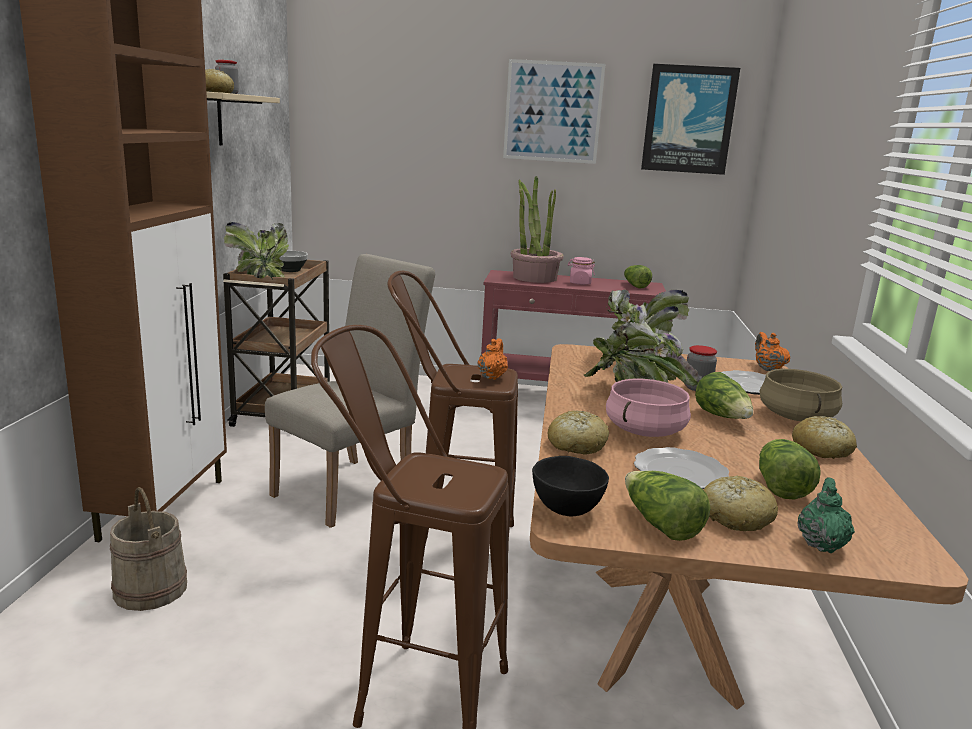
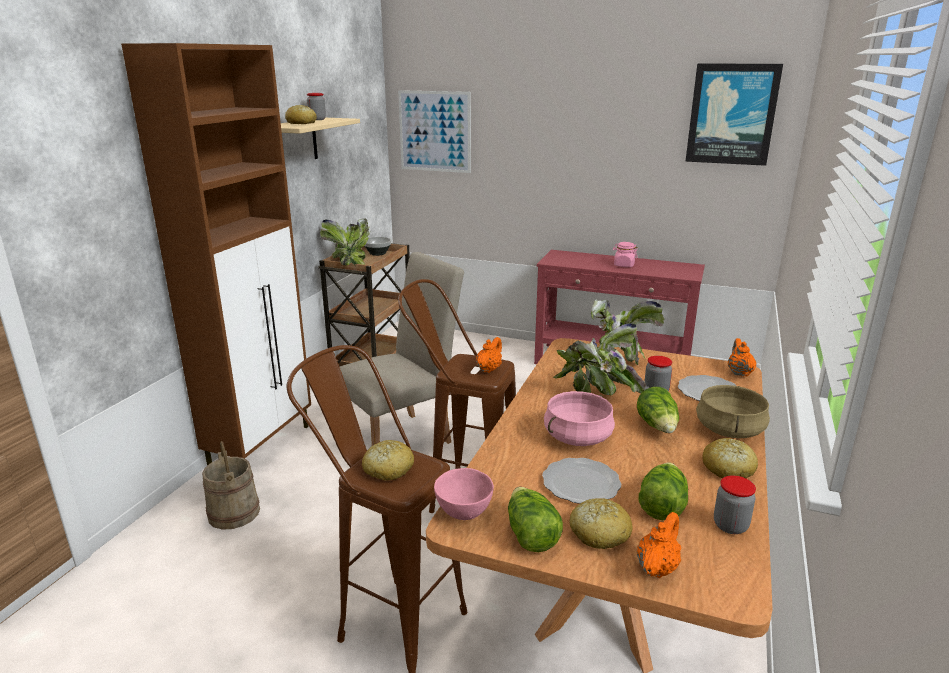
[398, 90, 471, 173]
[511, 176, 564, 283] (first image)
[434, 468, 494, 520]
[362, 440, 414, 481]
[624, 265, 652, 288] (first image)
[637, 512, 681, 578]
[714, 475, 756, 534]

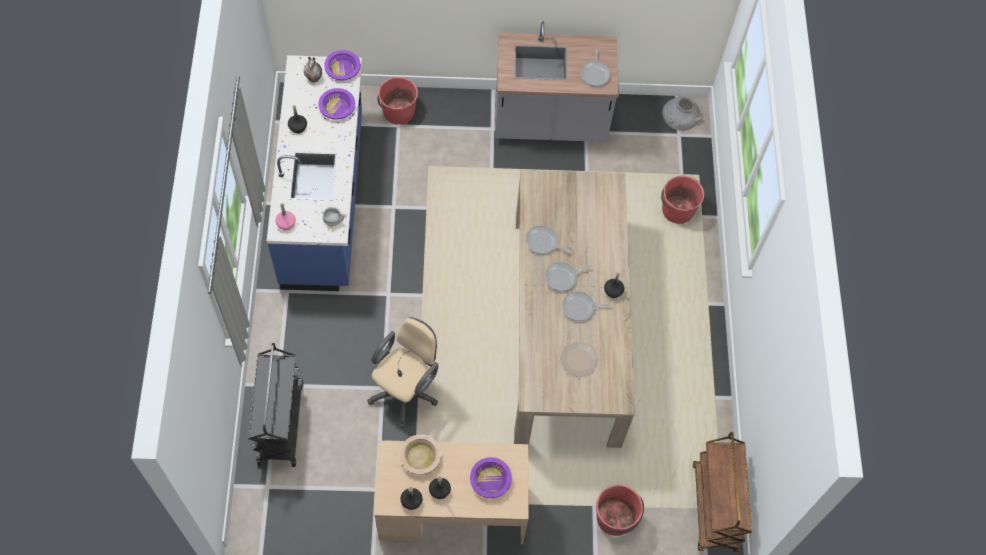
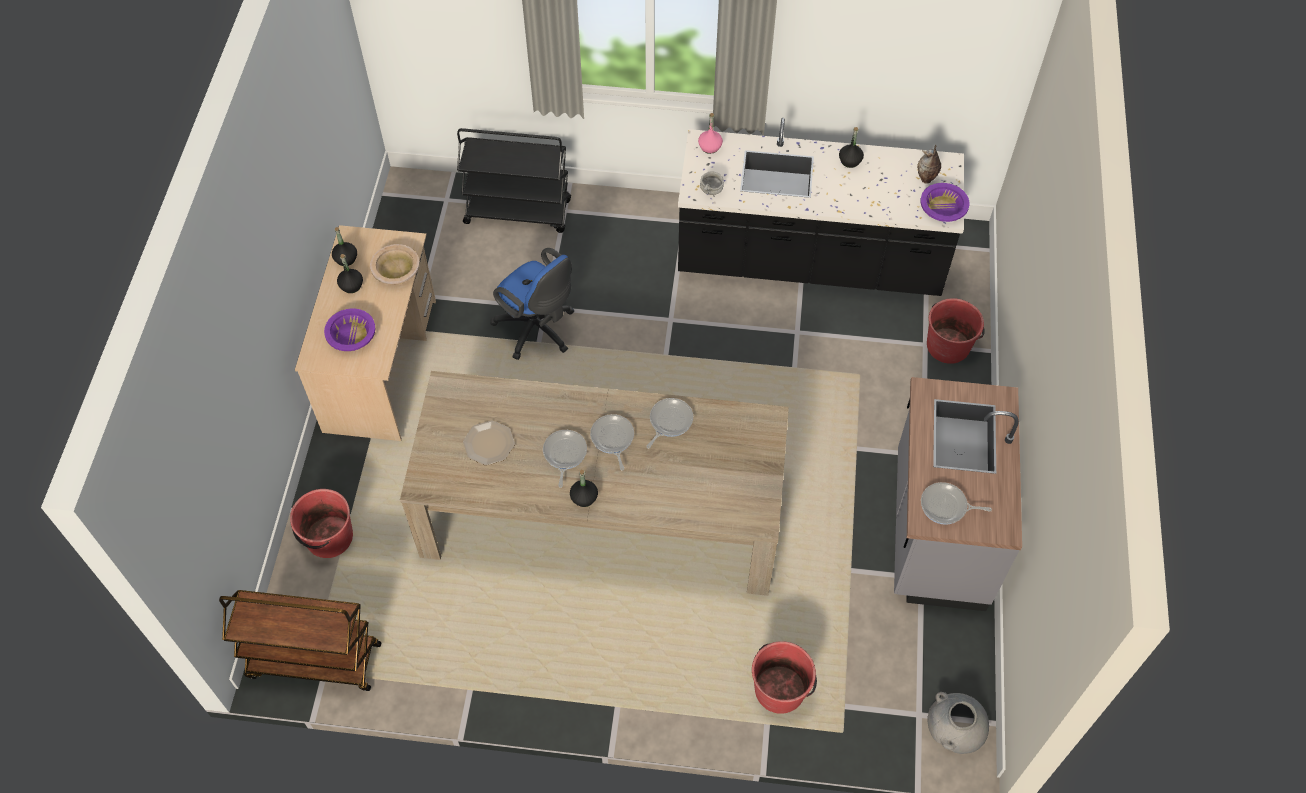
[678, 118, 964, 296]
[318, 88, 355, 120] (first image)
[490, 248, 574, 360]

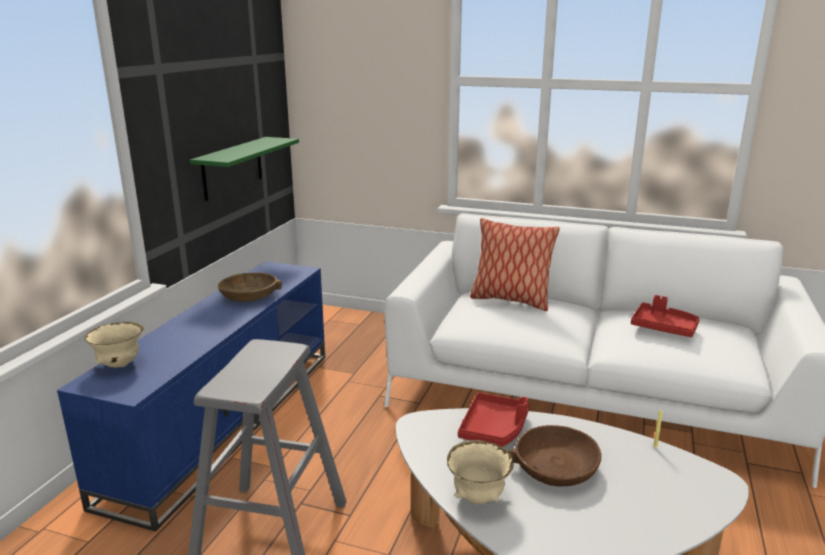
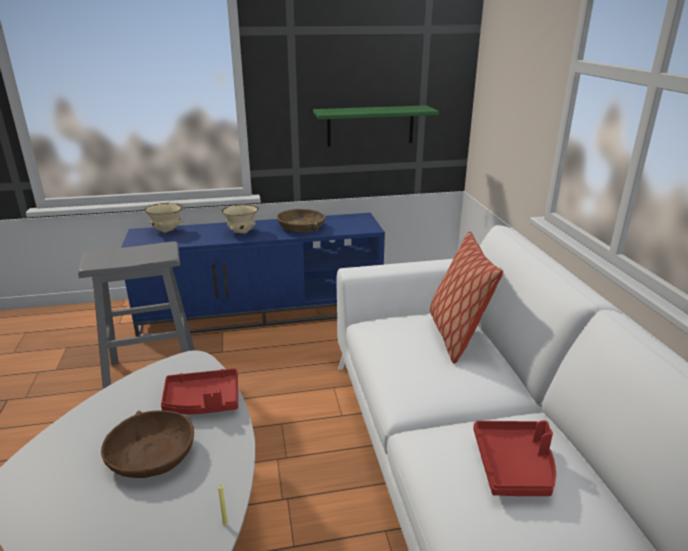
[222, 204, 259, 234]

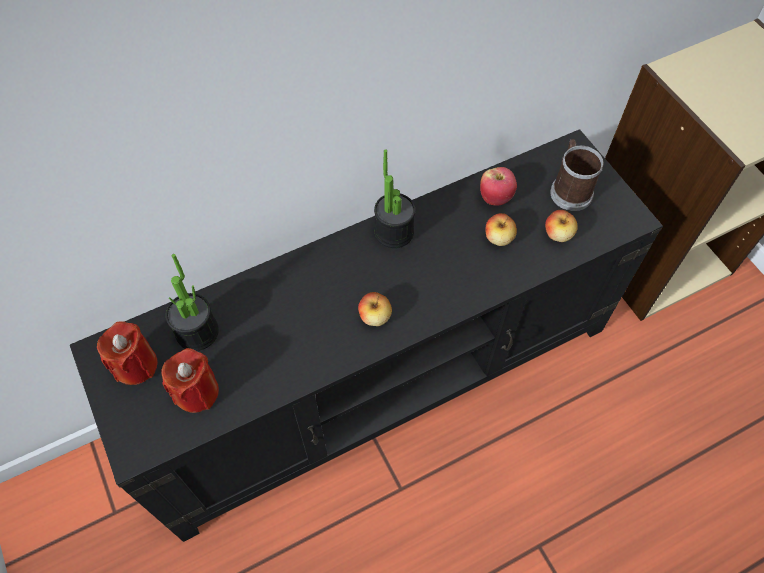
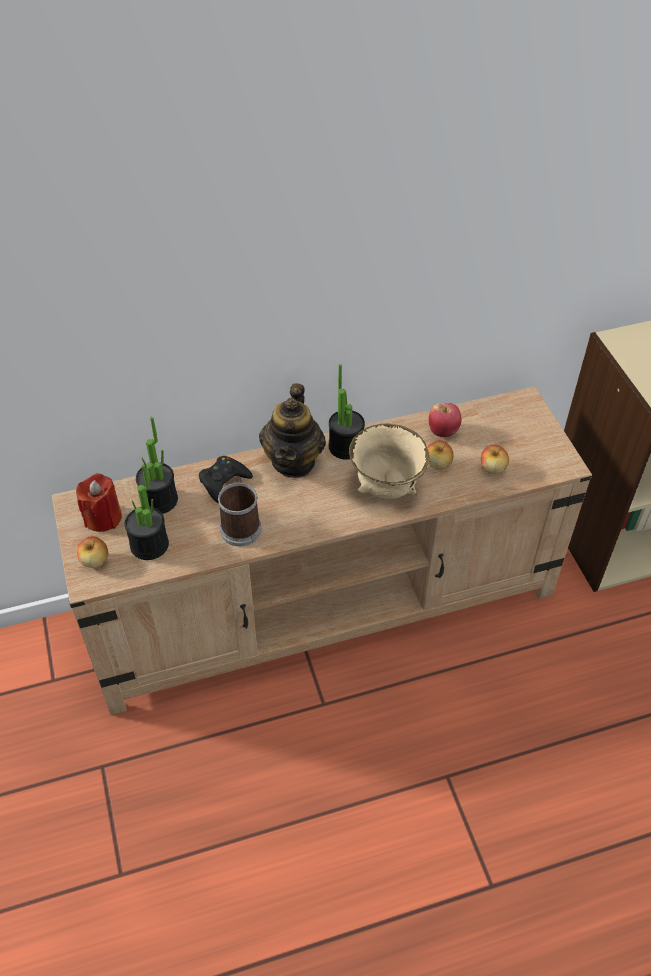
[52, 386, 592, 715]
[124, 464, 169, 560]
[77, 536, 108, 568]
[218, 476, 262, 546]
[199, 456, 253, 503]
[259, 383, 326, 478]
[349, 423, 429, 499]

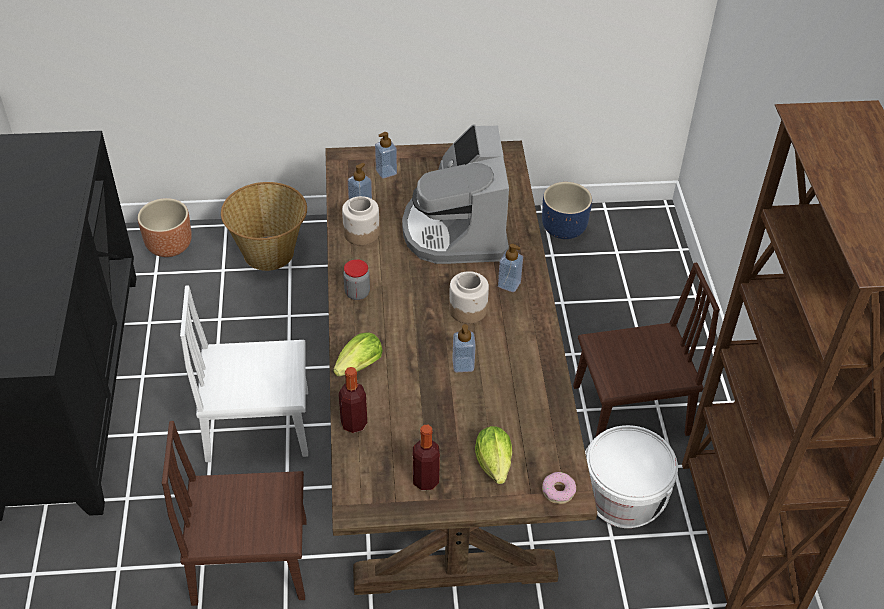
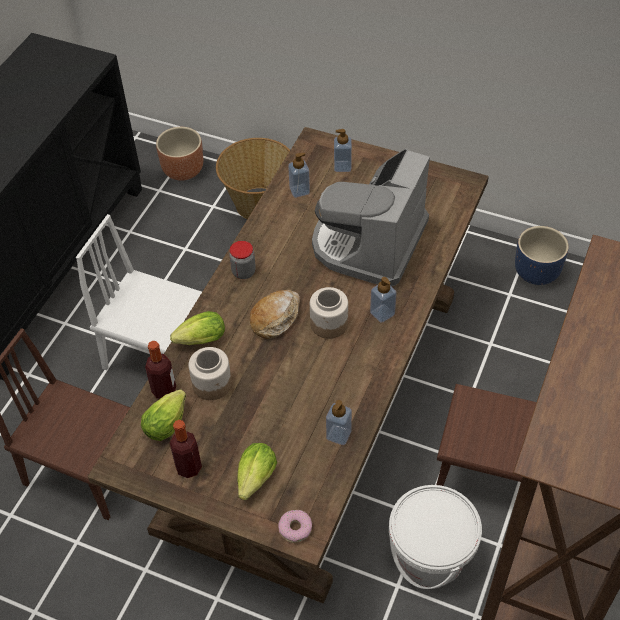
[188, 347, 232, 400]
[326, 400, 352, 445]
[141, 389, 186, 441]
[250, 290, 300, 339]

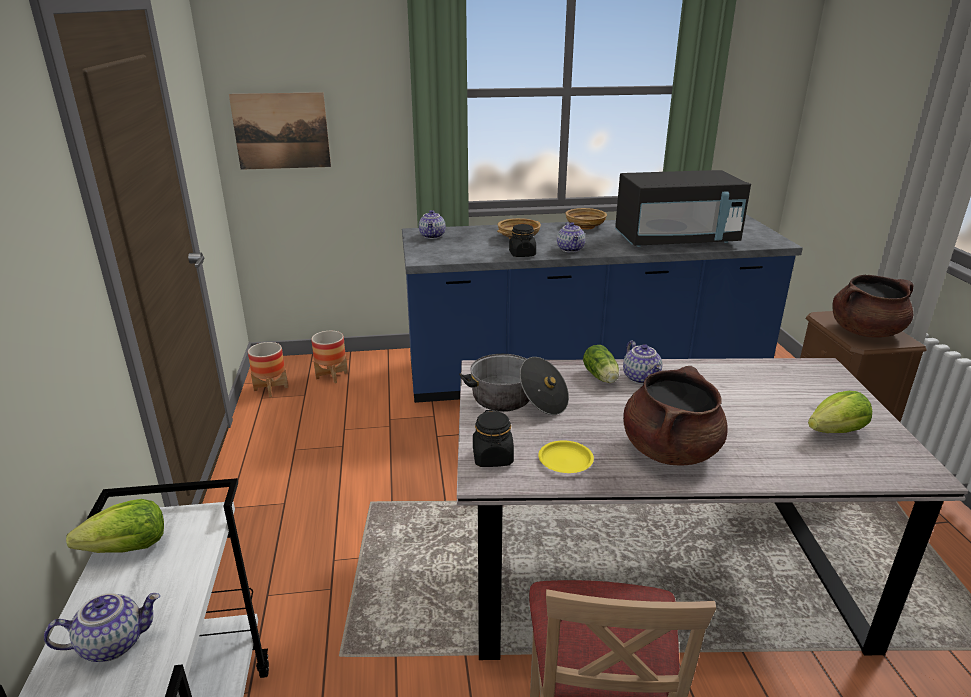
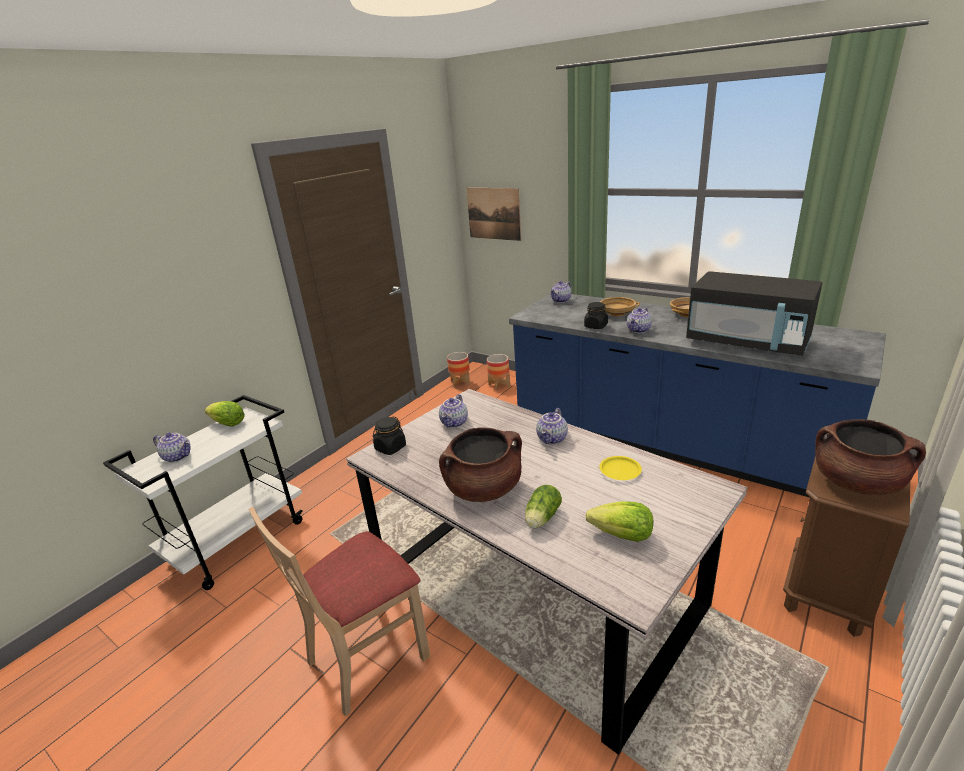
[439, 394, 468, 428]
[599, 456, 642, 480]
[525, 485, 562, 529]

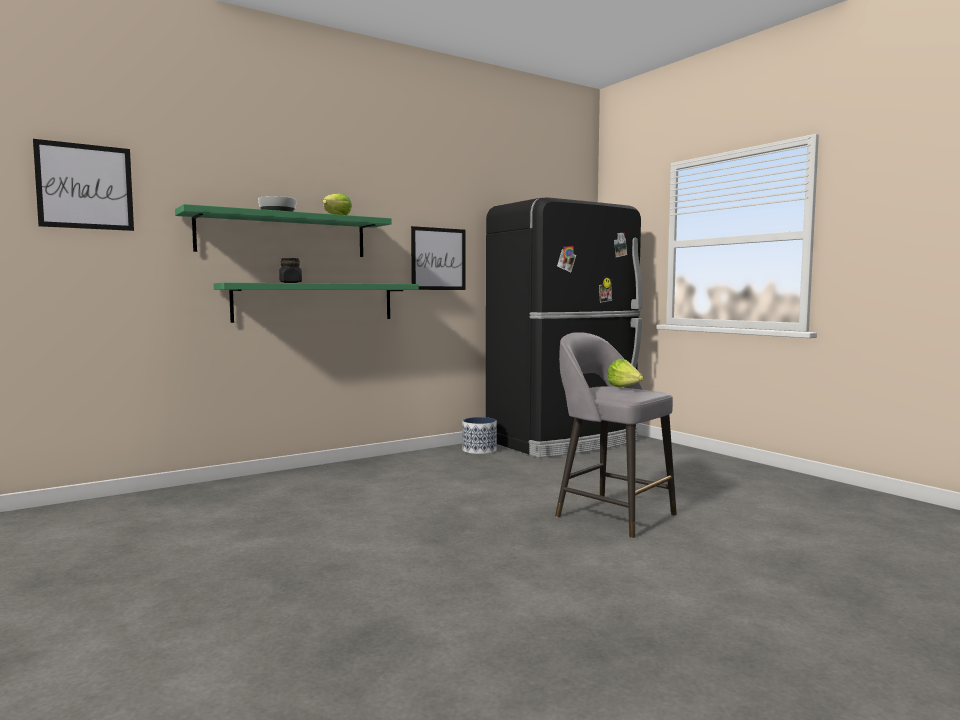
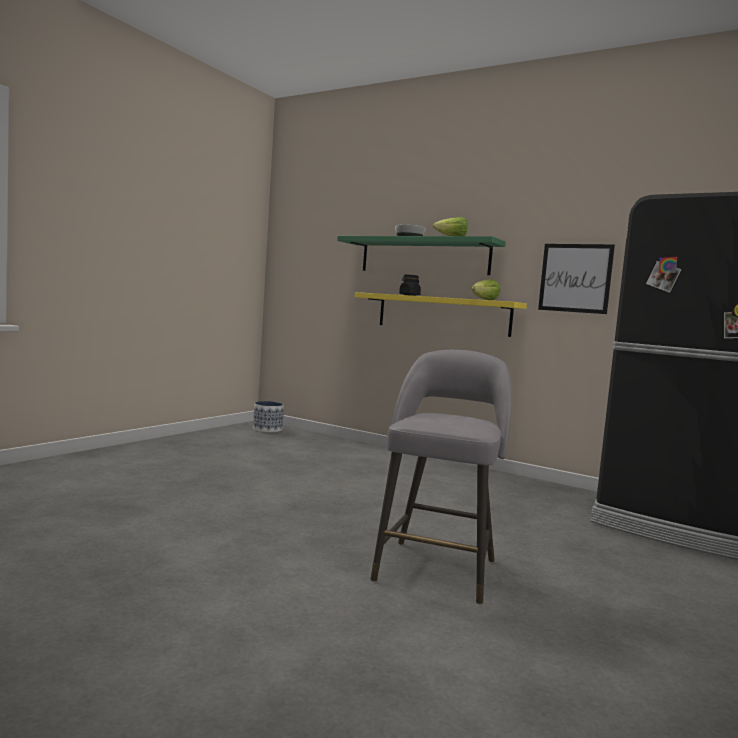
[33, 139, 134, 231] (first image)
[355, 292, 527, 337]
[253, 401, 284, 433]
[472, 279, 500, 300]

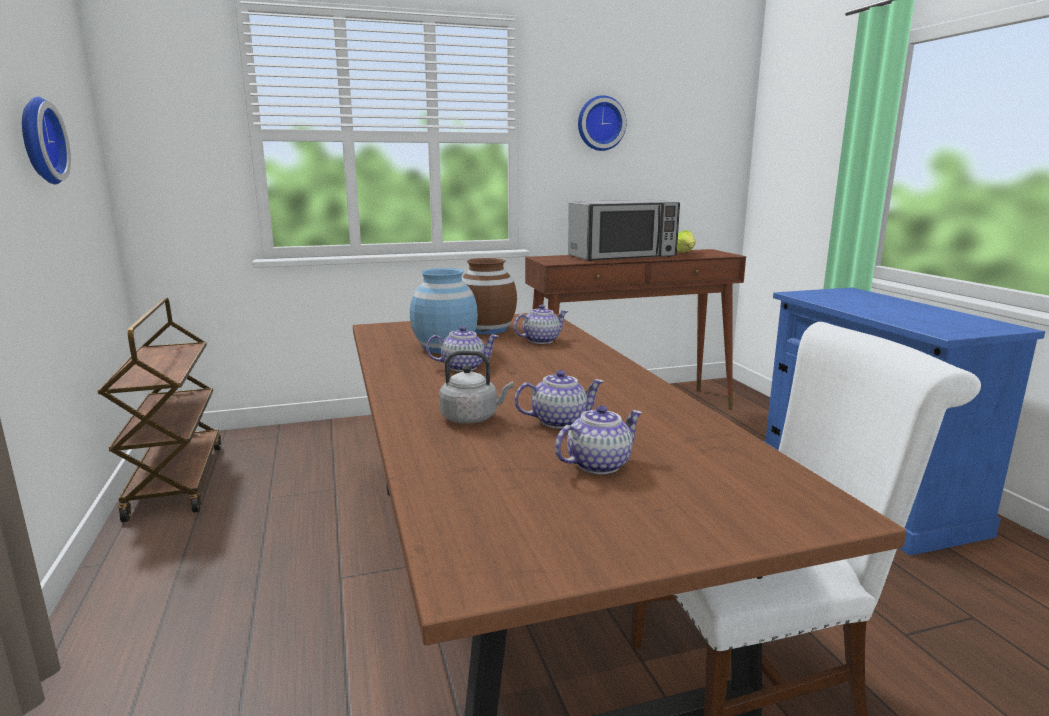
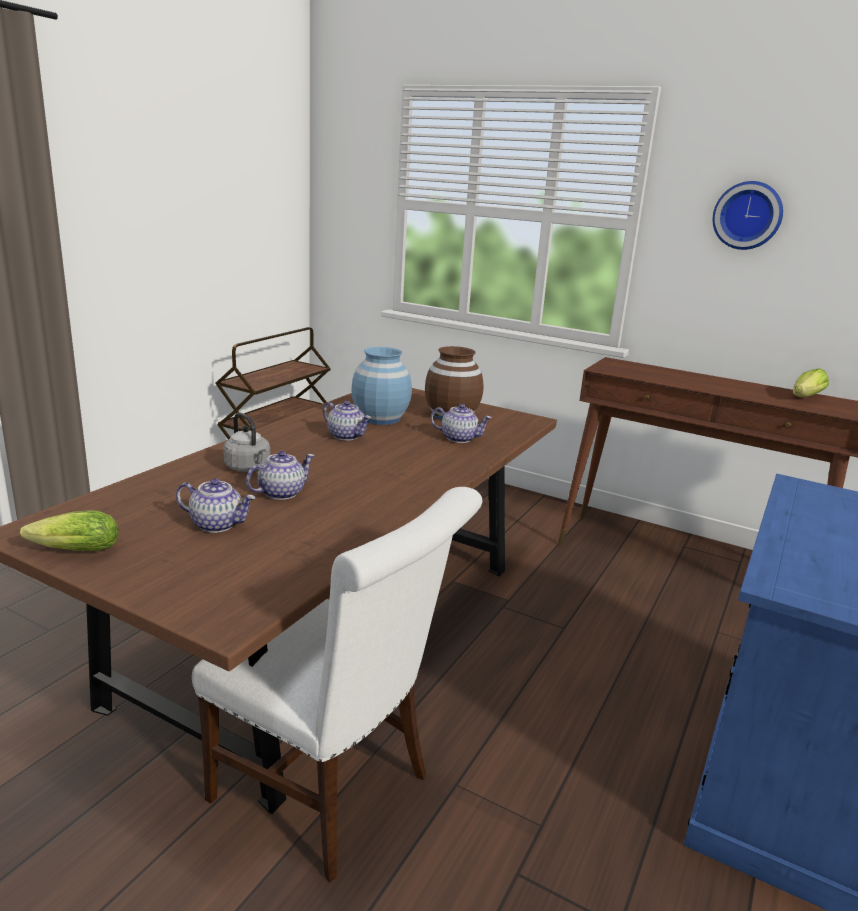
[22, 97, 71, 185] (first image)
[246, 451, 315, 500]
[568, 200, 680, 261] (first image)
[20, 510, 119, 551]

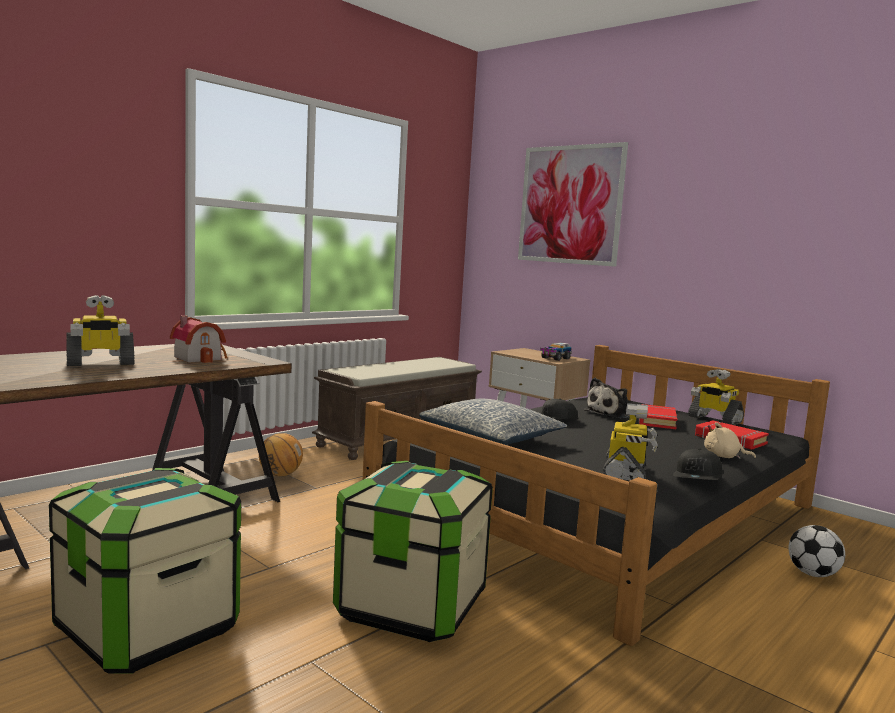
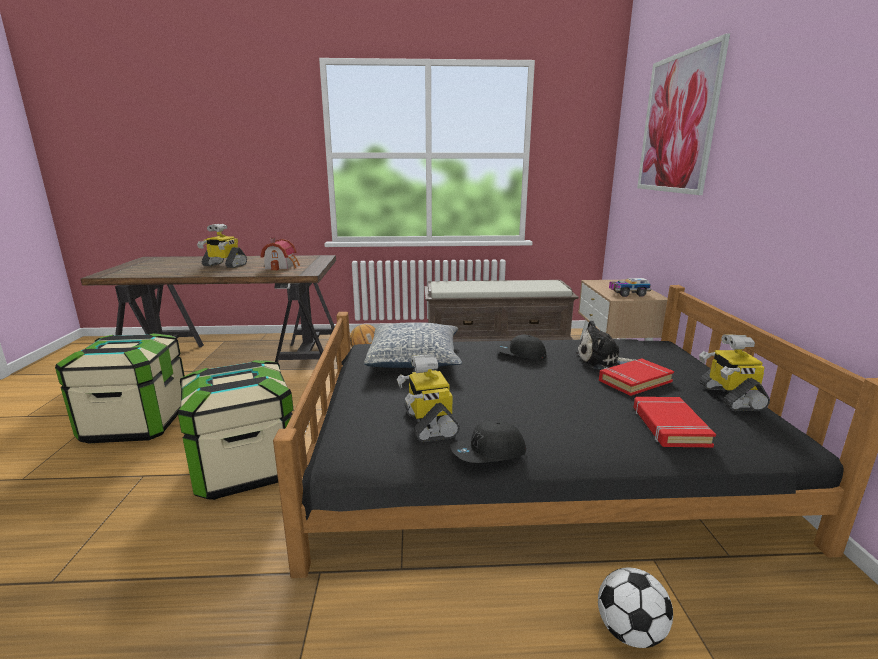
[397, 354, 460, 442]
[704, 422, 756, 459] (first image)

